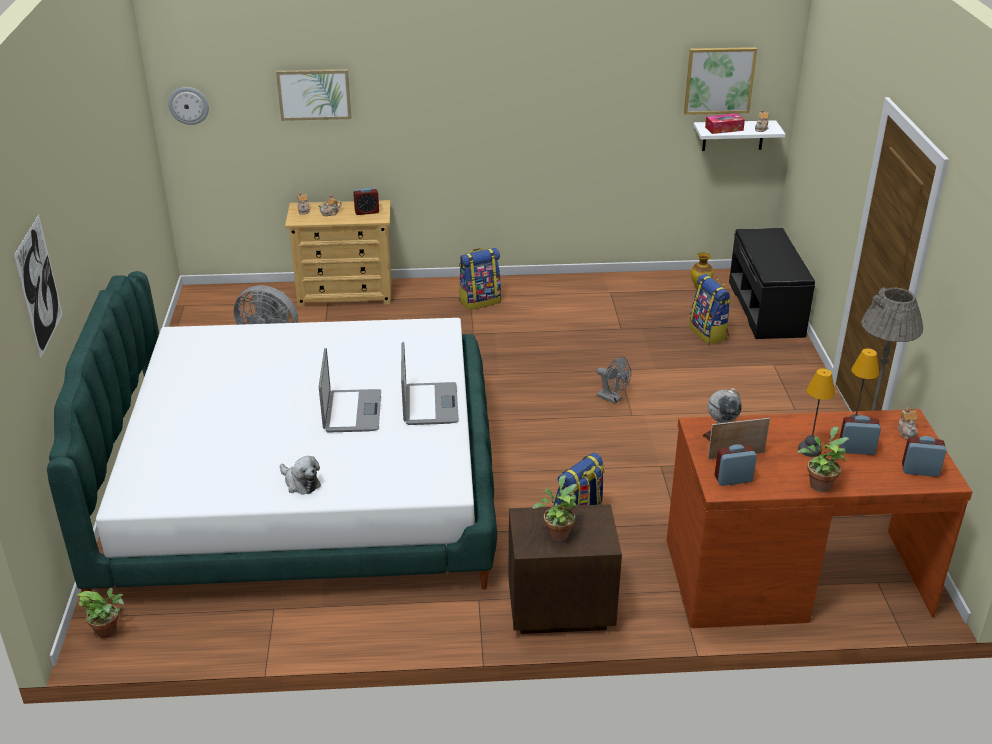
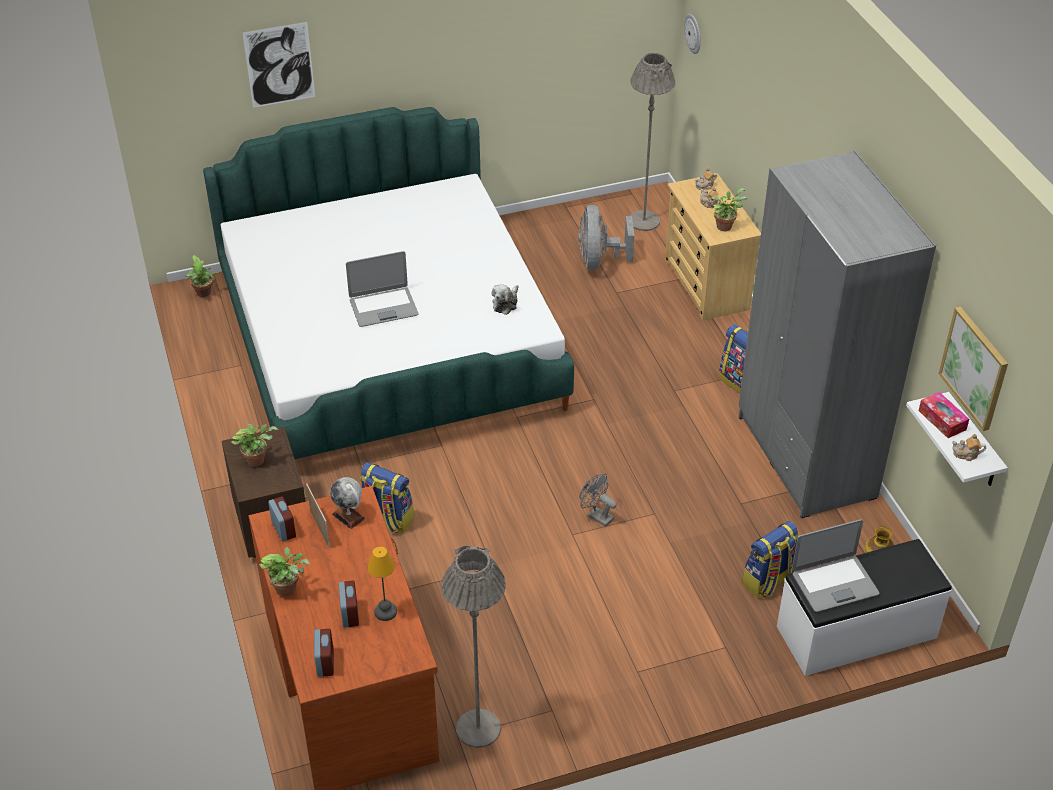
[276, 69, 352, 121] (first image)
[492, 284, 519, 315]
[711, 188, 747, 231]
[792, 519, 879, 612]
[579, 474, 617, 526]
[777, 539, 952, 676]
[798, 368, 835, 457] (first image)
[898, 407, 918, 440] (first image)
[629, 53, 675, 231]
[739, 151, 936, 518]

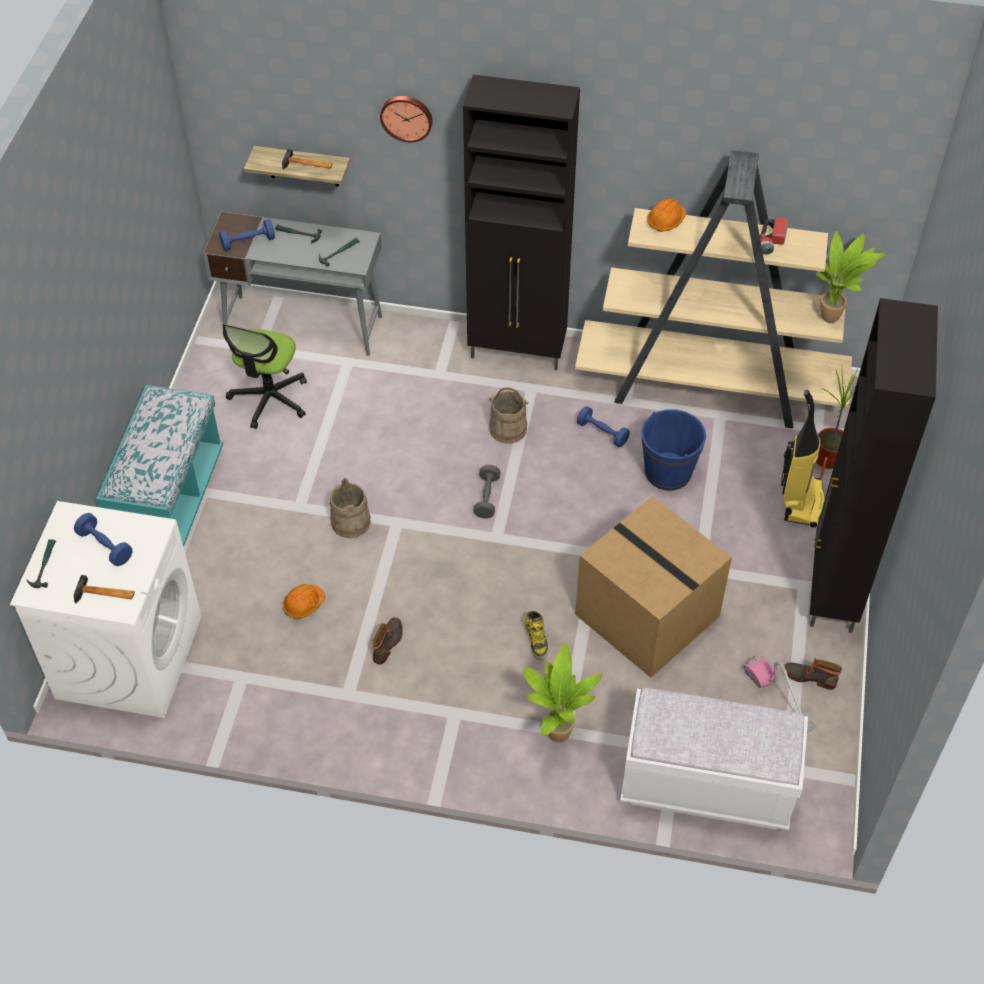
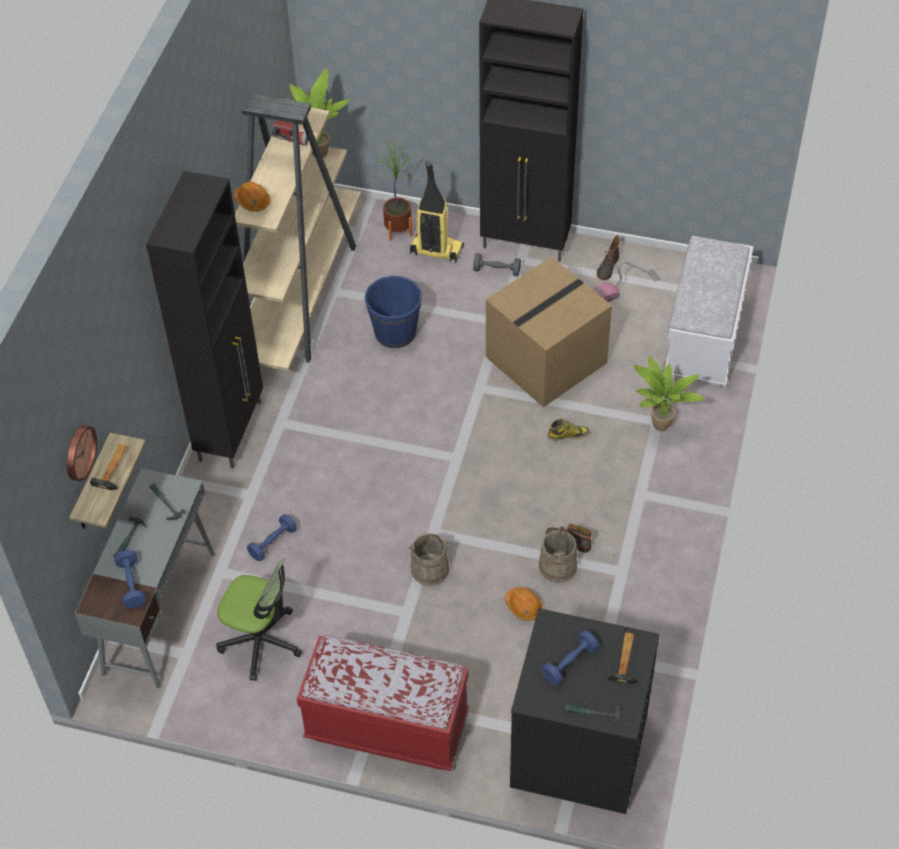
[510, 608, 660, 814]
[297, 635, 469, 771]
[67, 425, 97, 482]
[473, 253, 521, 276]
[539, 526, 578, 583]
[247, 514, 297, 561]

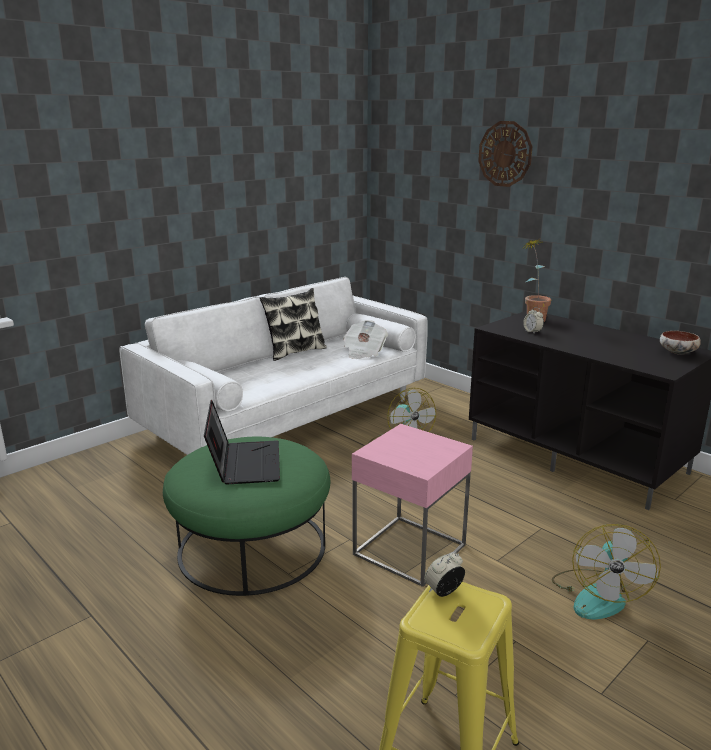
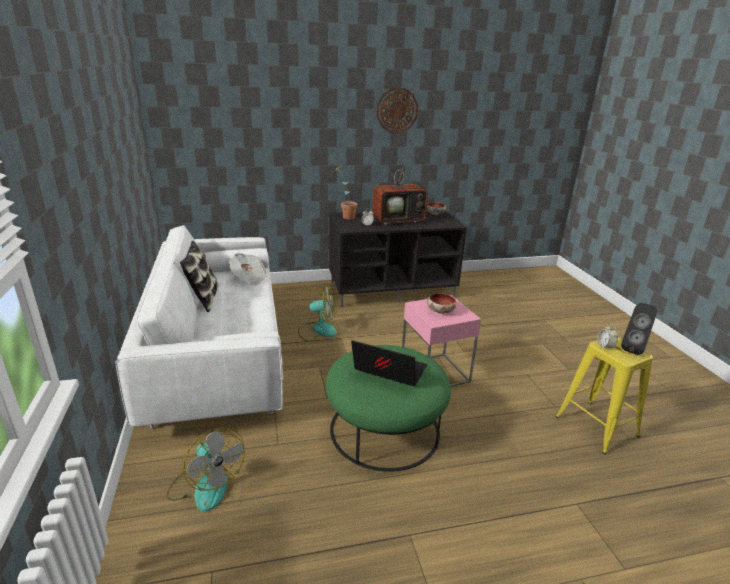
[376, 88, 418, 133]
[167, 427, 245, 512]
[372, 157, 428, 225]
[427, 293, 456, 314]
[621, 303, 657, 355]

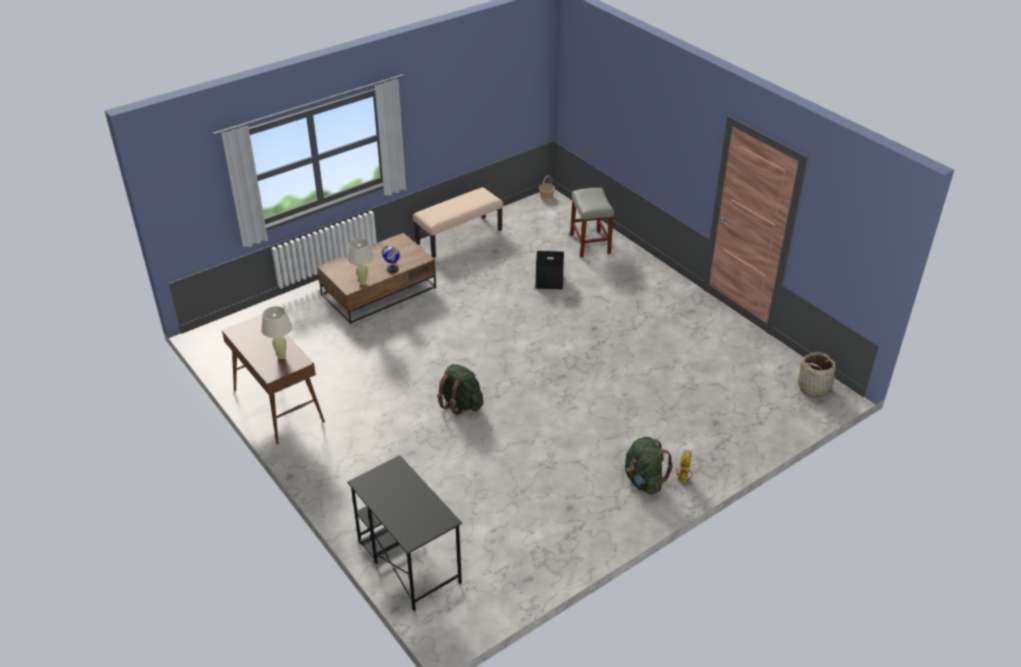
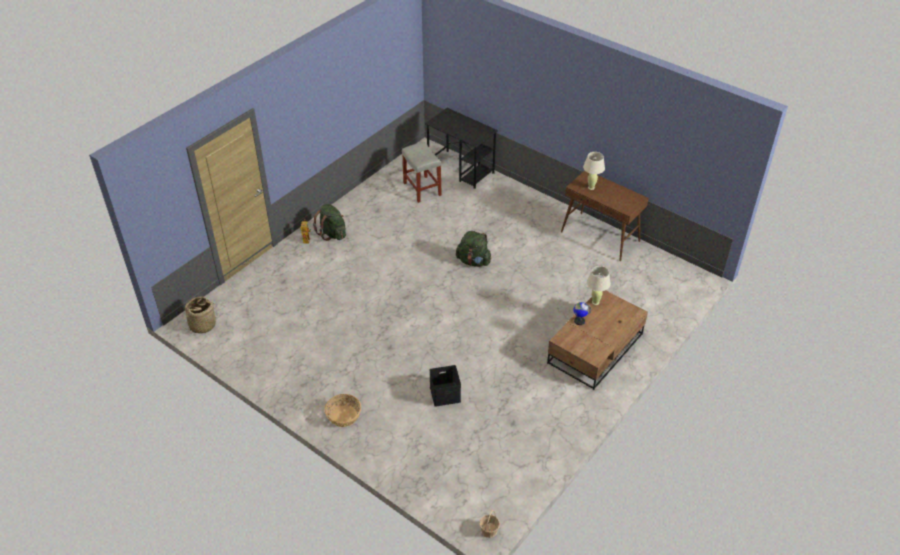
[413, 187, 504, 258] (first image)
[402, 142, 442, 203]
[325, 394, 361, 427]

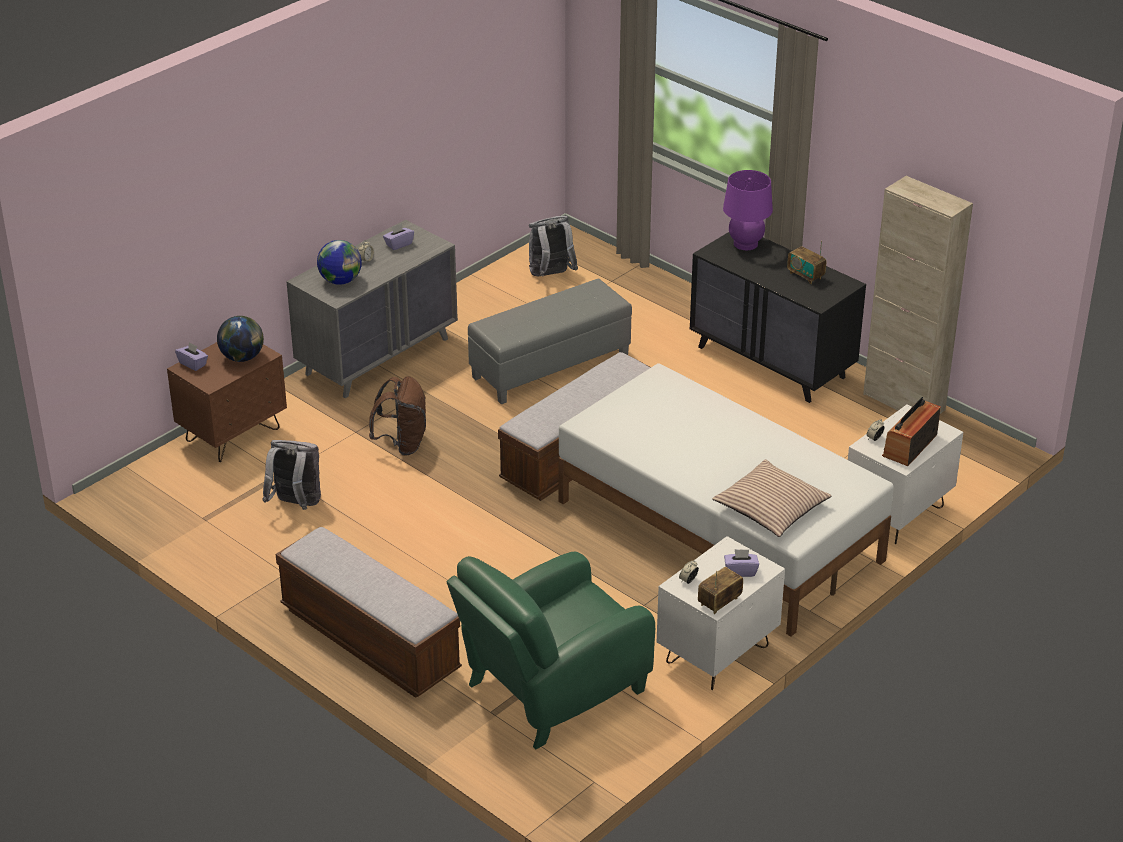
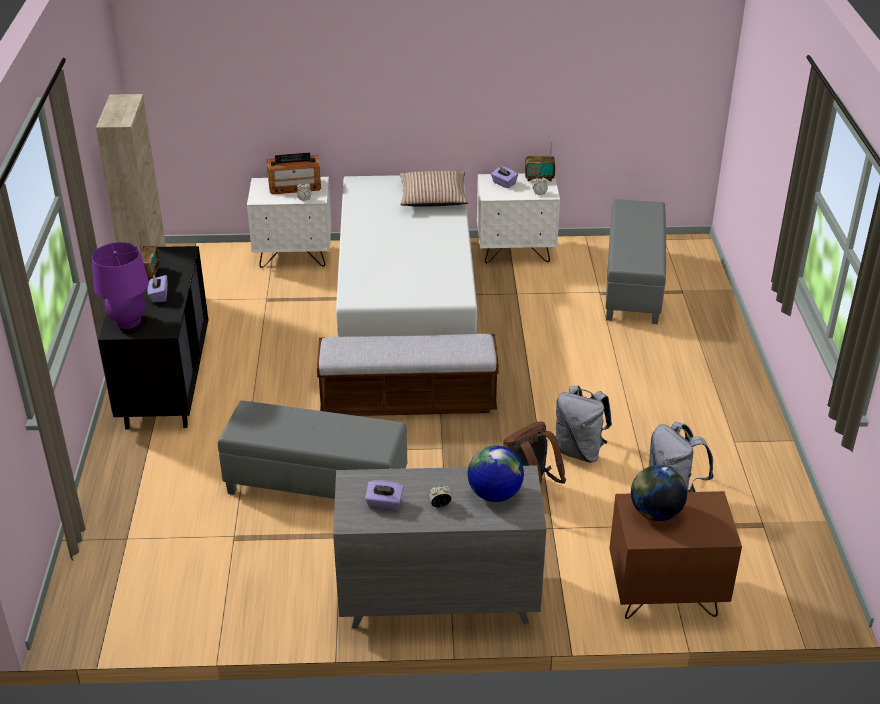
[148, 275, 168, 302]
[276, 527, 462, 698] (first image)
[606, 199, 666, 324]
[556, 385, 612, 462]

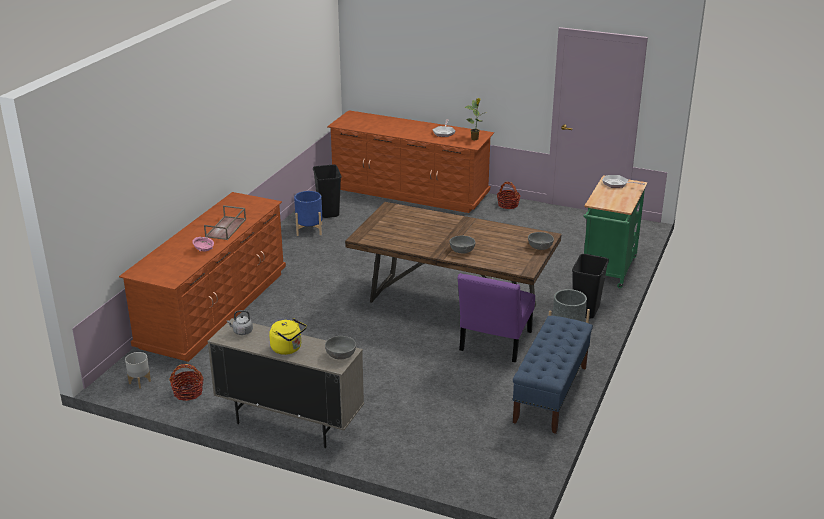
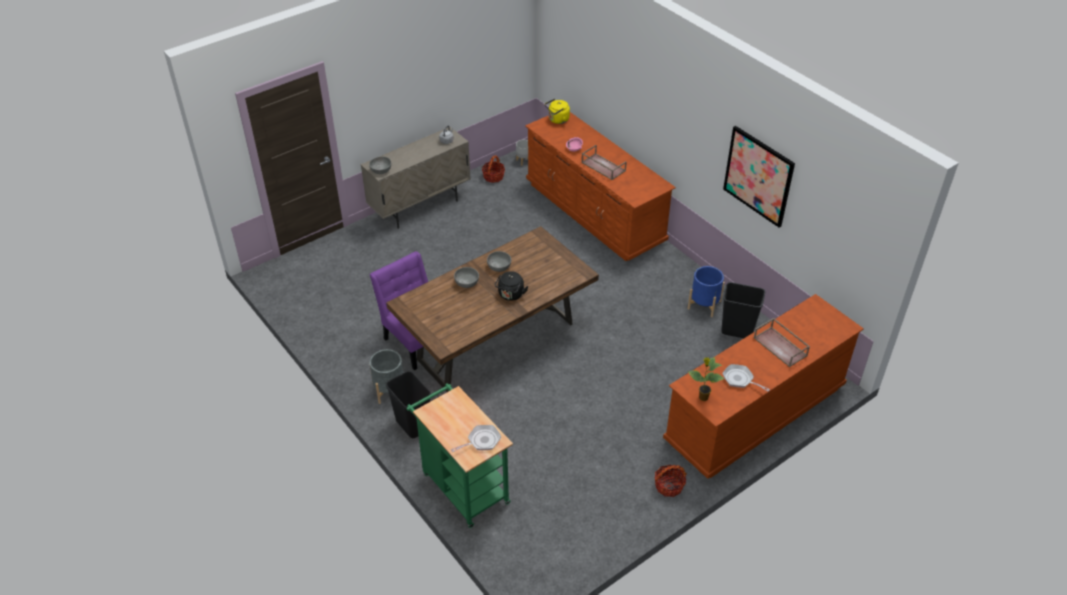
[545, 99, 570, 124]
[513, 316, 593, 434] (first image)
[487, 251, 511, 272]
[495, 271, 528, 301]
[723, 126, 795, 228]
[754, 318, 810, 367]

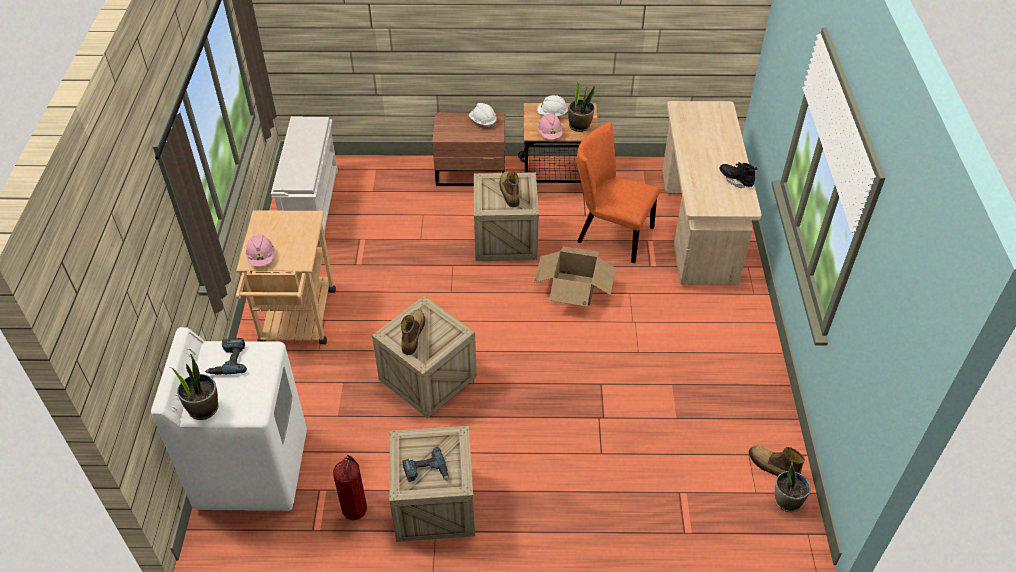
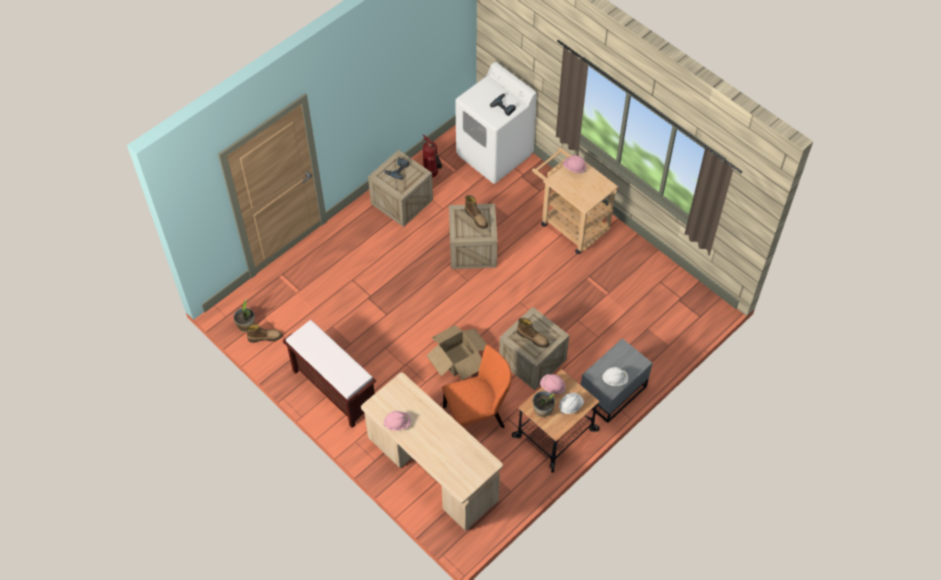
[170, 353, 219, 420] (first image)
[271, 116, 338, 244] (first image)
[581, 338, 652, 423]
[384, 411, 411, 431]
[283, 320, 376, 428]

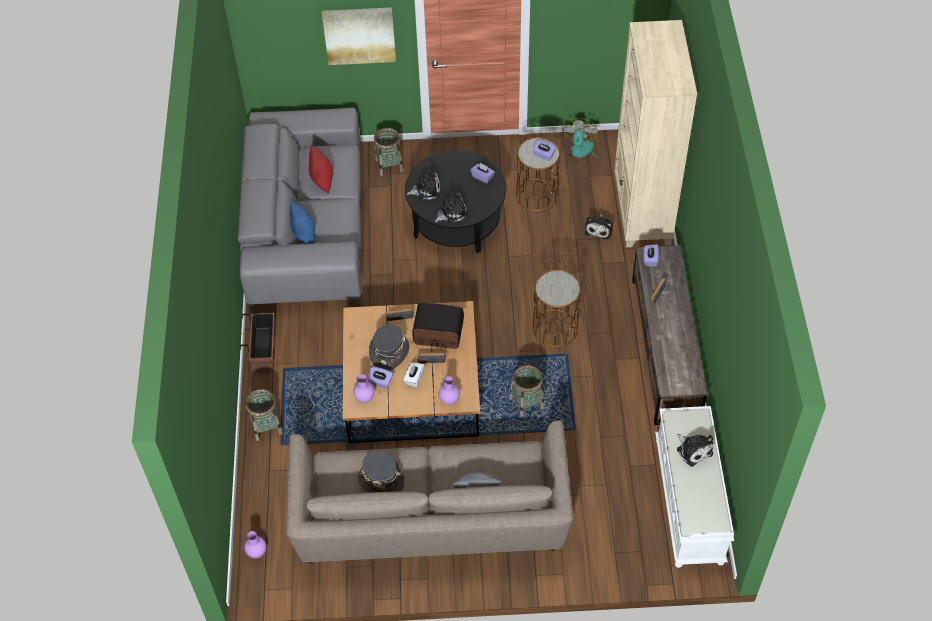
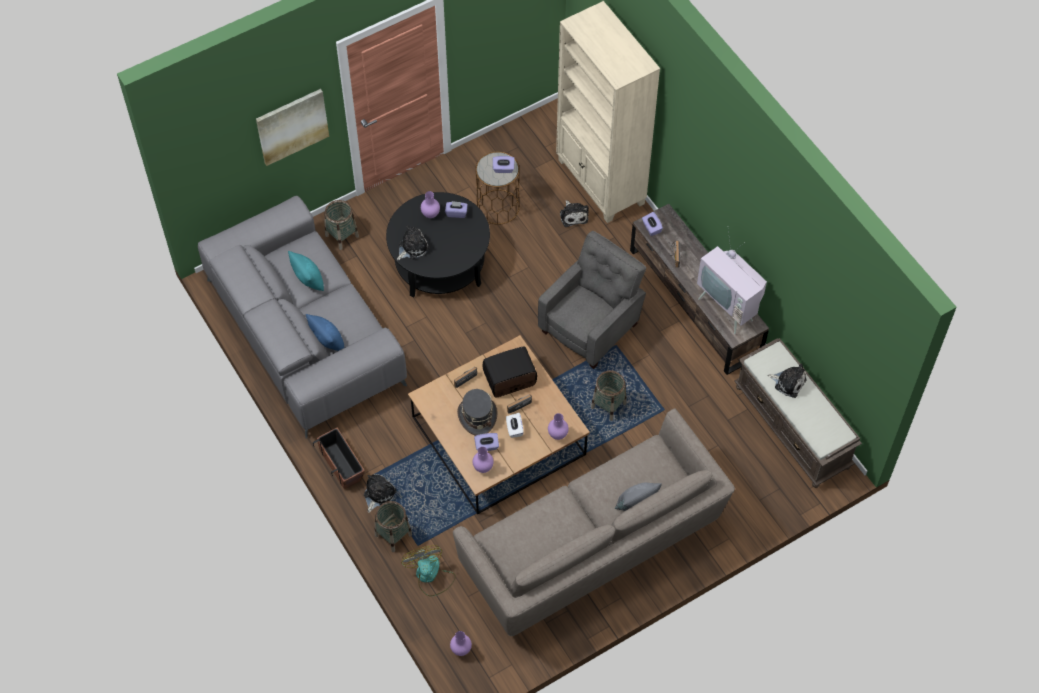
[288, 251, 324, 291]
[358, 451, 404, 492] (first image)
[364, 474, 397, 513]
[538, 231, 646, 369]
[402, 545, 456, 596]
[734, 338, 862, 488]
[421, 191, 440, 218]
[697, 226, 767, 334]

